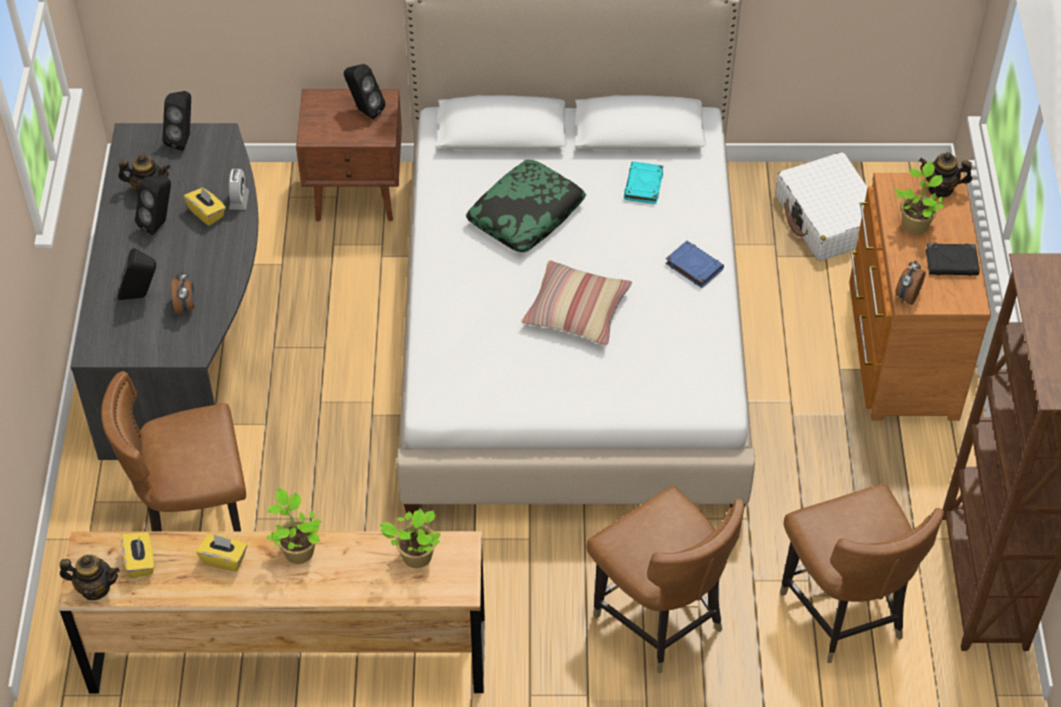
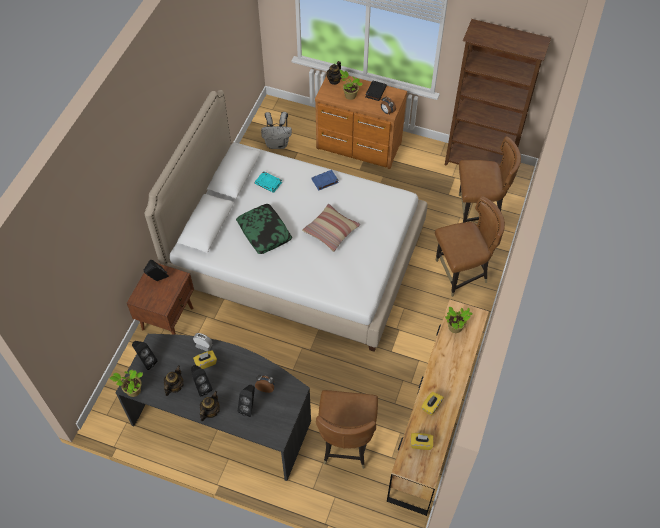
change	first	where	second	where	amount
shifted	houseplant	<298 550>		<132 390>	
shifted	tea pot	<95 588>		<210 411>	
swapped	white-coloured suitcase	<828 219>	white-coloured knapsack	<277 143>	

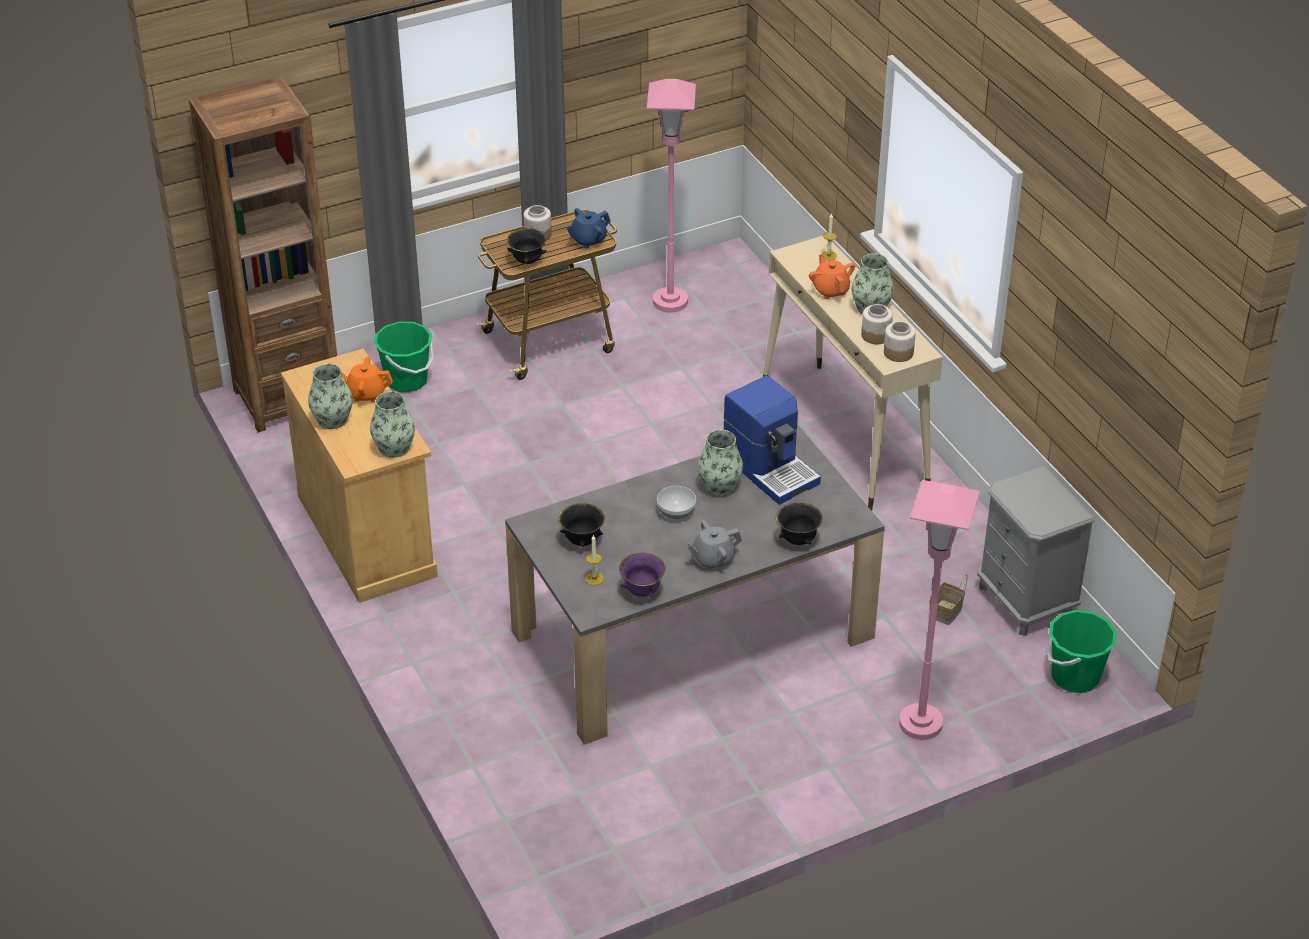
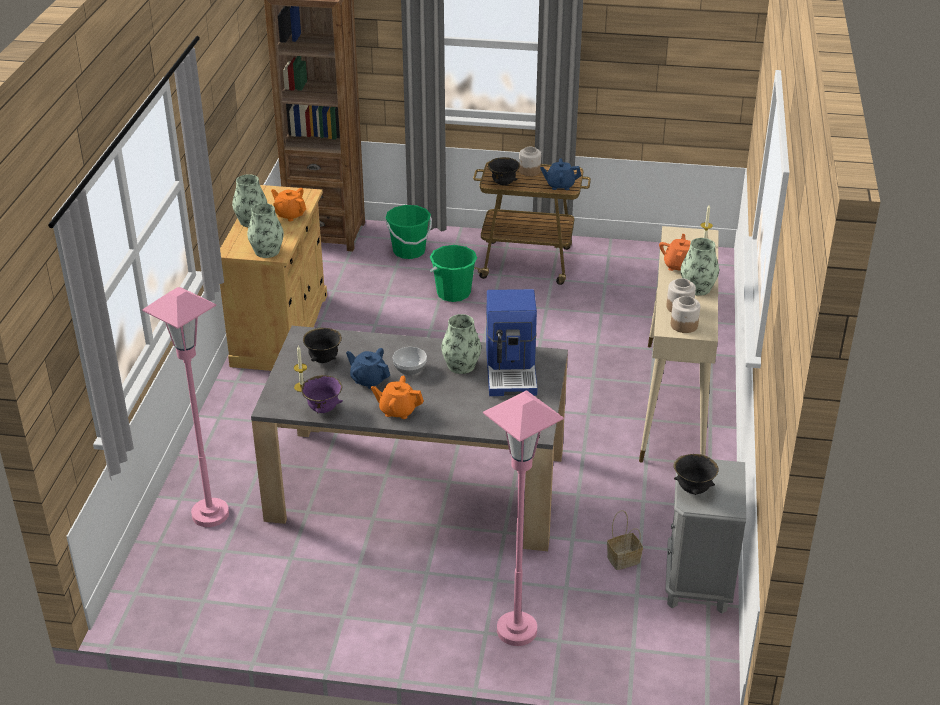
change	first	where	second	where	amount
shifted	pinkish standing lamp	<670 301>		<210 514>	
new			bluish tea pot	<369 380>	
repainted	greyish tea pot	<713 559>	orangey tea pot	<397 410>	
shifted	greenish water bucket	<1075 676>		<453 293>	
shifted	black serving bowl	<798 540>		<693 489>	

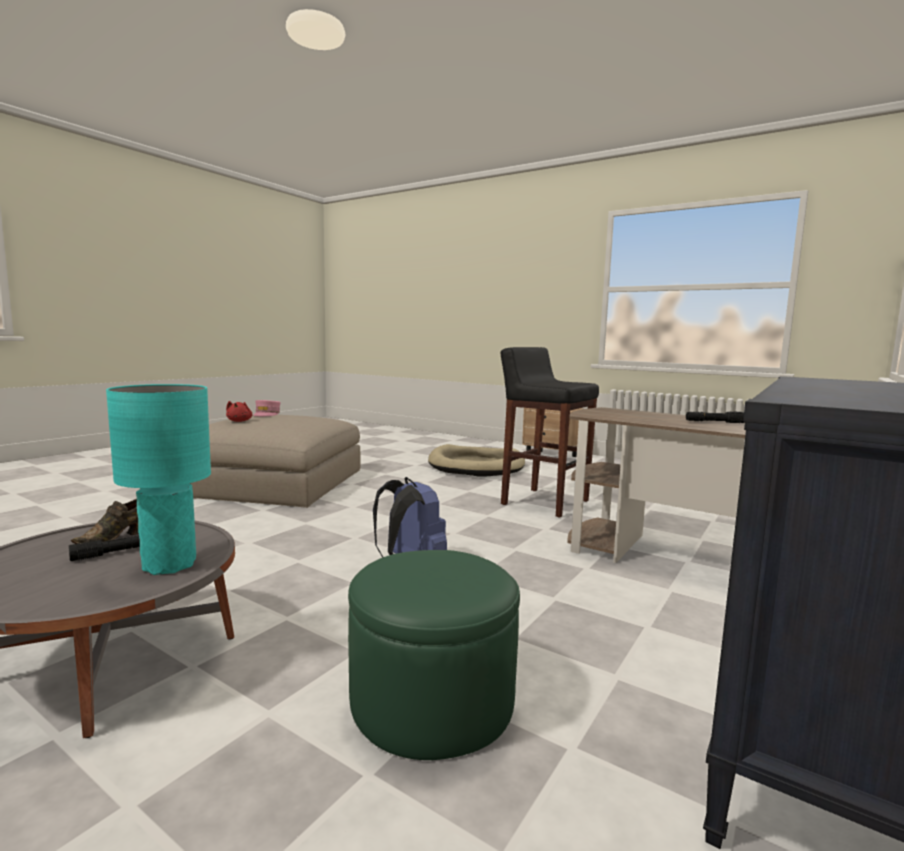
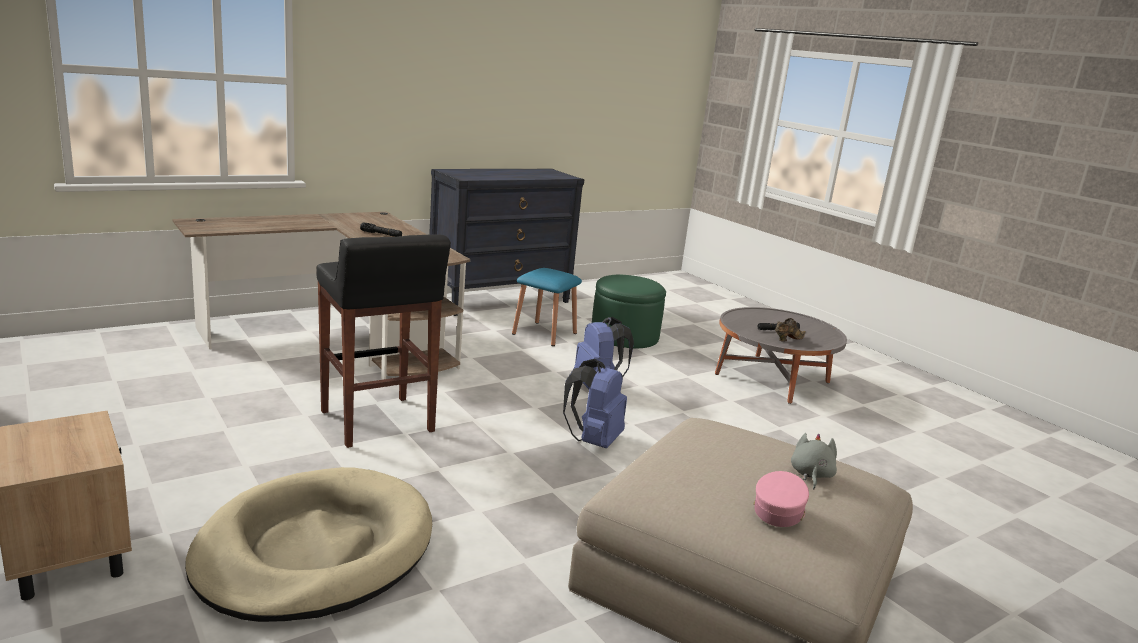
change	first	where	second	where	amount
new			bluish stool	<544 333>	
new			bluish knapsack	<593 441>	
repainted	red soft toy	<239 421>	greyish soft toy	<811 475>	
gone	turquoise lamp for a table	<169 565>			

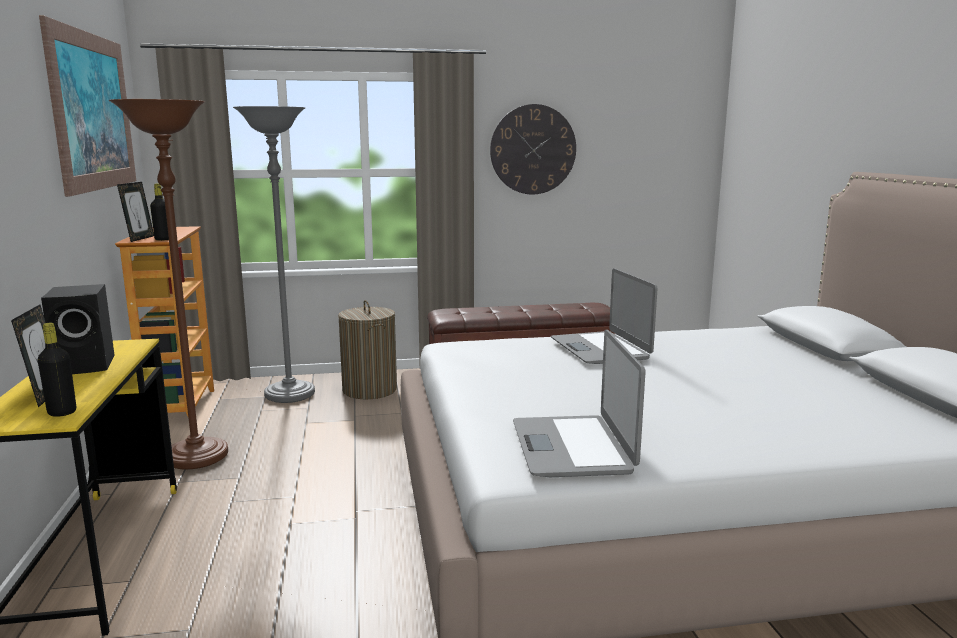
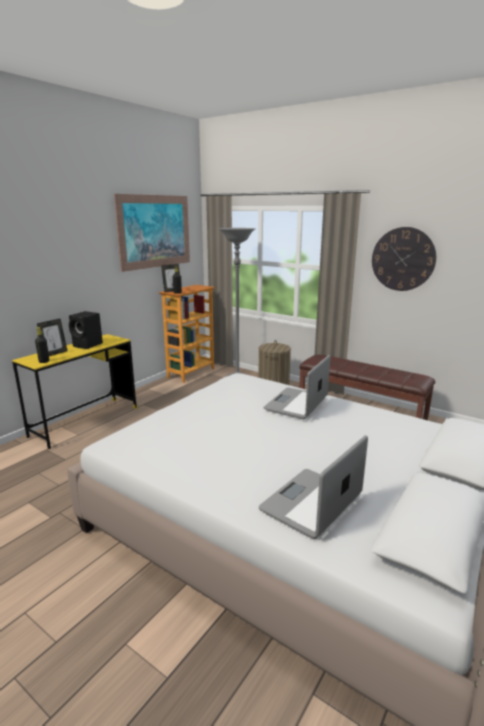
change	first	where	second	where	amount
shifted	portable computer	<572 447>		<312 503>	
gone	brown-coloured standing lamp	<196 457>			

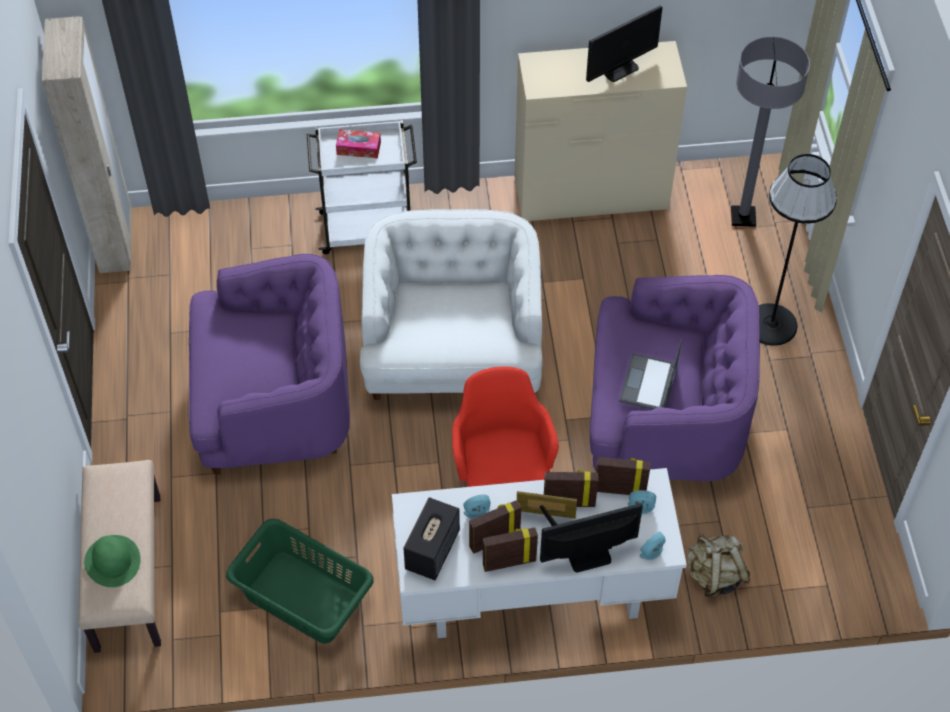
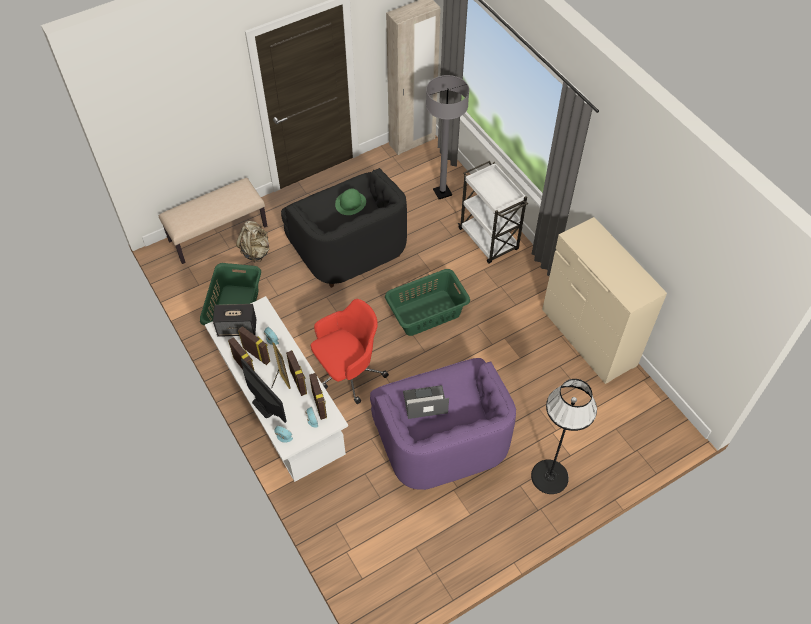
change	first	where	second	where	amount
shifted	sand-coloured knapsack	<714 576>		<256 251>	
repainted	purplish lounge chair	<273 402>	black lounge chair	<348 247>	
shifted	greenish hat	<113 561>		<350 203>	
swapped	white-coloured lounge chair	<452 351>	greenish hamper	<427 313>	
shifted	greyish standing lamp	<743 217>		<442 192>	
gone	tissue box	<358 148>			
gone	computer display	<619 69>			

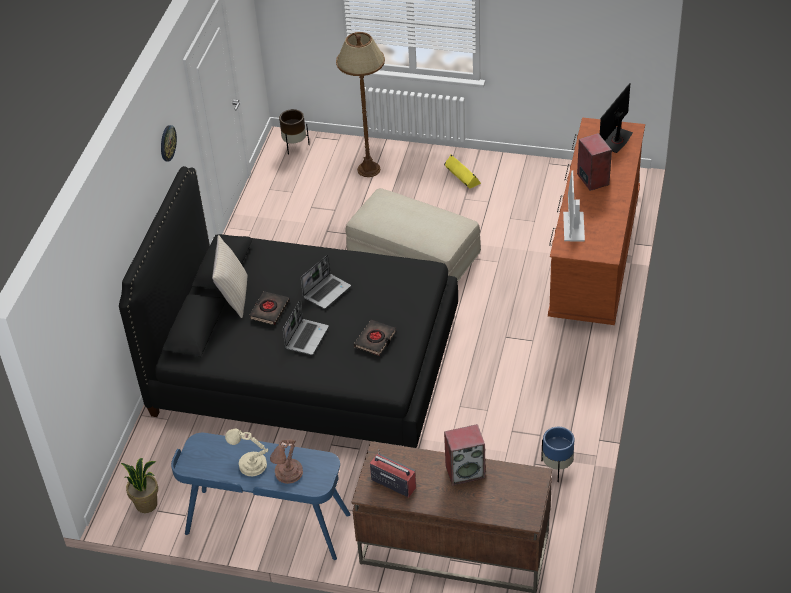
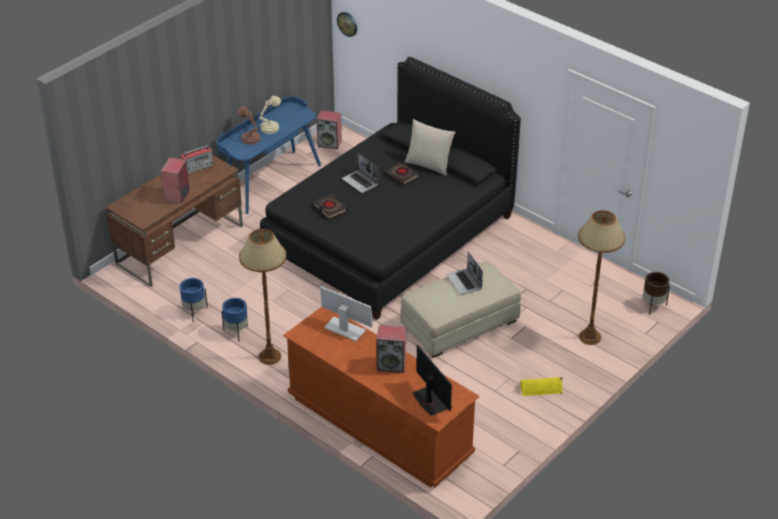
change	first	where	second	where	amount
new			bluish plant pot	<236 332>	
new			brown-coloured standing lamp	<269 356>	
swapped	houseplant	<147 504>	audio speaker	<330 143>	
shifted	clock on the wall	<167 143>		<347 24>	
shifted	portable computer	<327 291>		<464 282>	

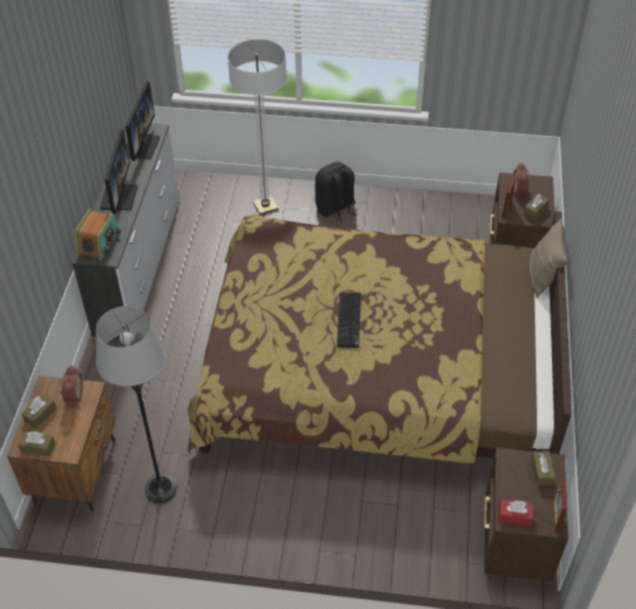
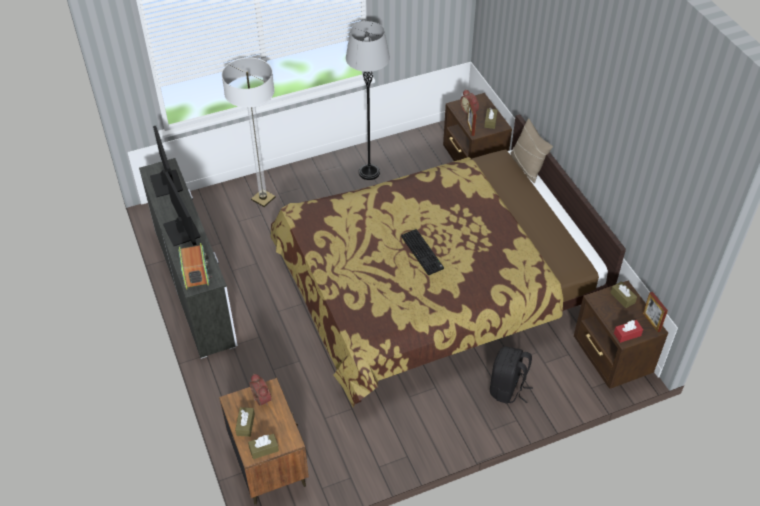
change	first	where	second	where	amount
shifted	greyish standing lamp	<160 489>		<369 172>	
shifted	black knapsack	<335 208>		<508 389>	

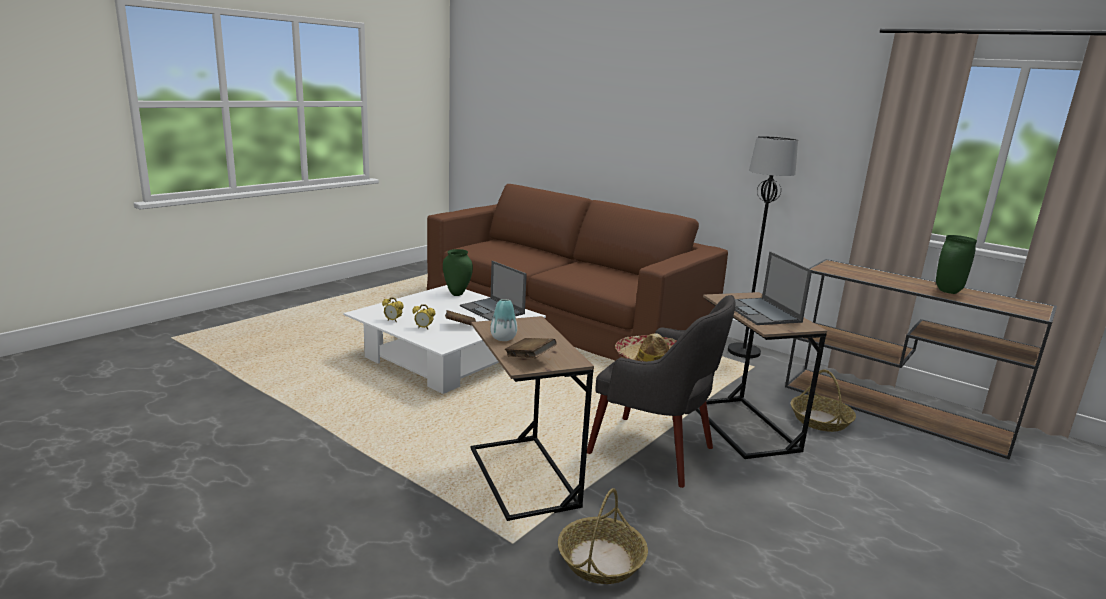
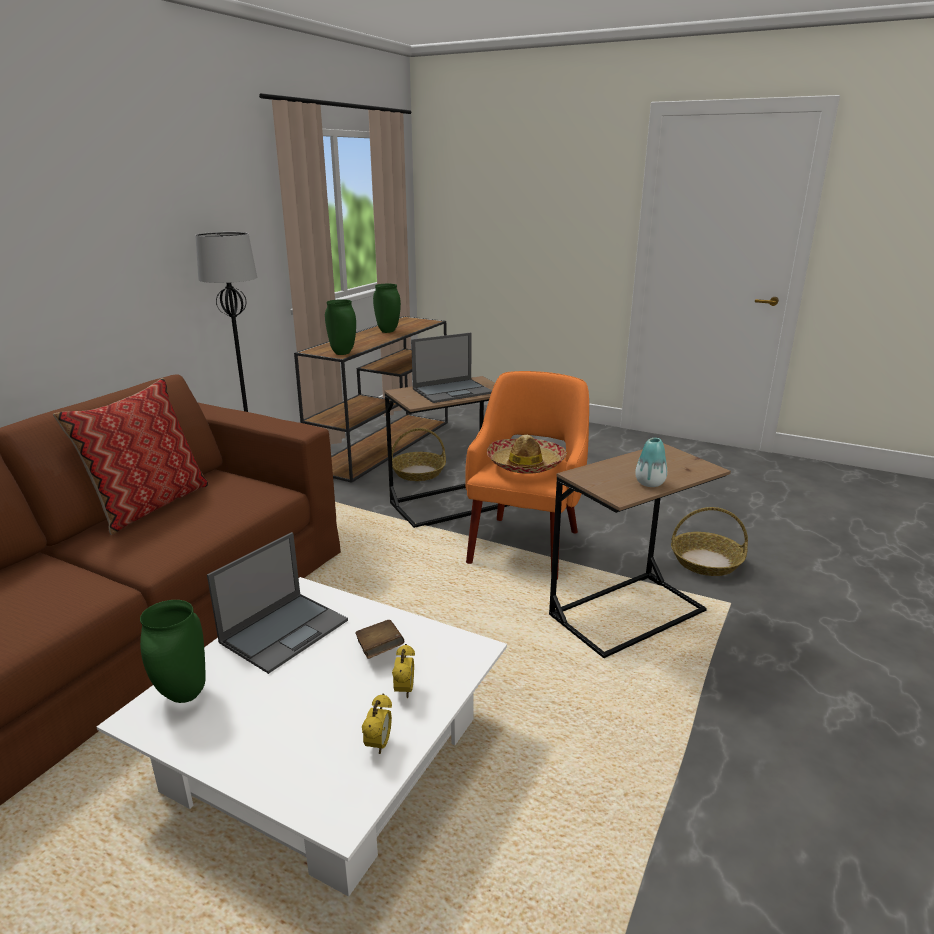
change	first	where	second	where	amount
new			cushion	<149 505>	
new			greenish vase	<343 353>	
repainted	greyish lounge chair	<653 451>	orangey lounge chair	<525 545>	
gone	brown-coloured bound book	<529 358>			

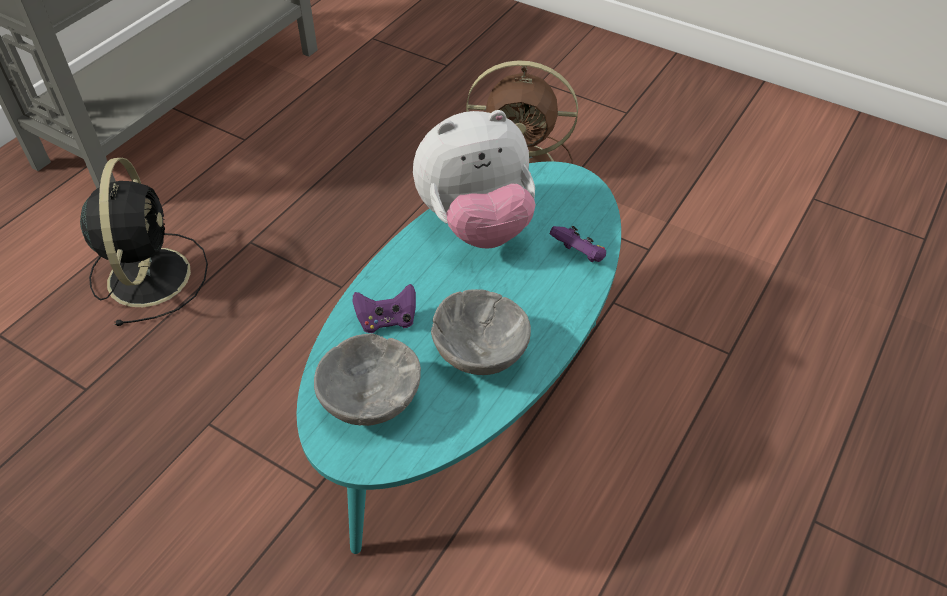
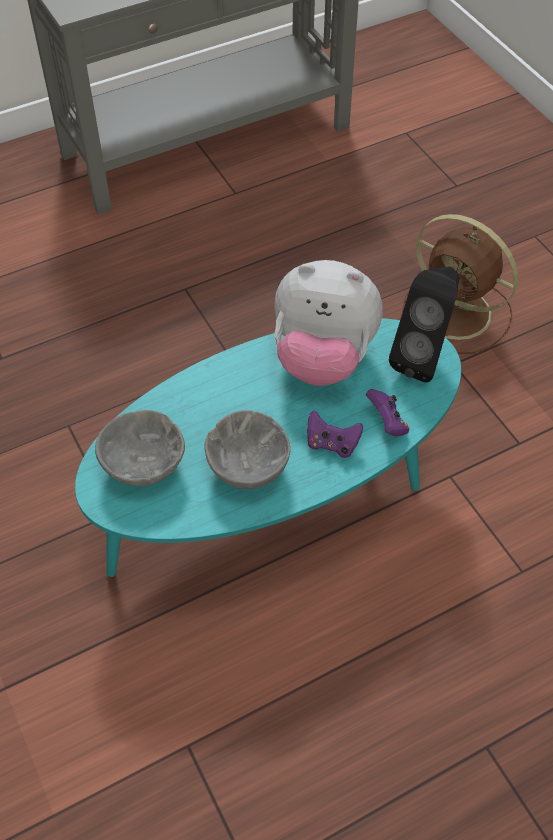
change	first	where	second	where	amount
shifted	purplish game controller	<387 320>		<332 444>	
new			black audio speaker	<422 357>	
gone	black cooling fan	<149 274>			

